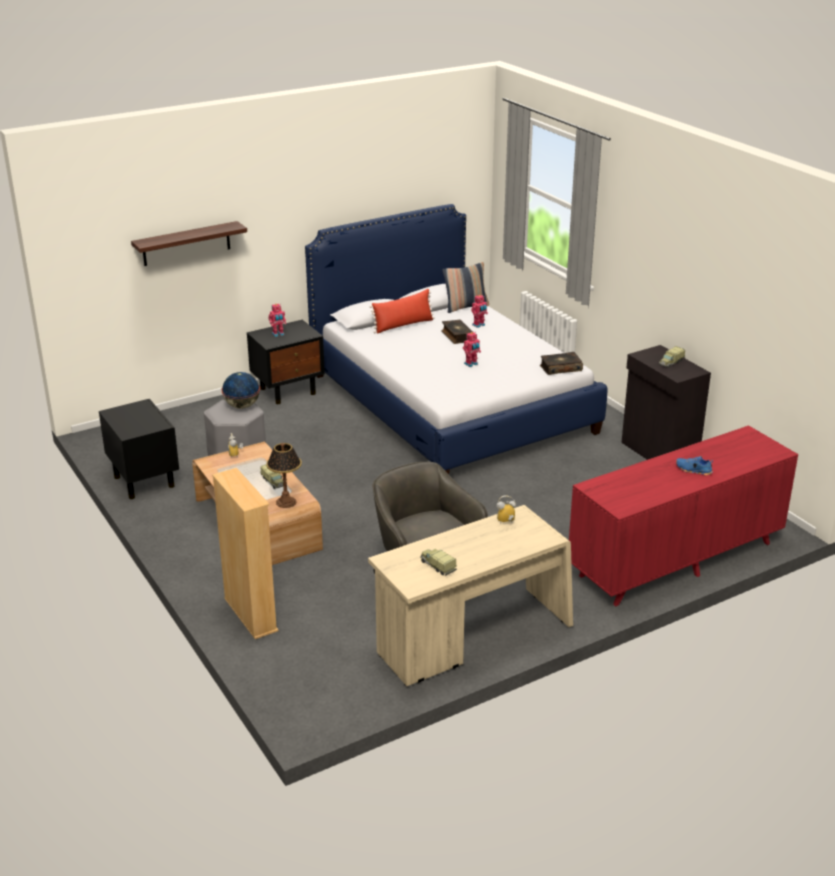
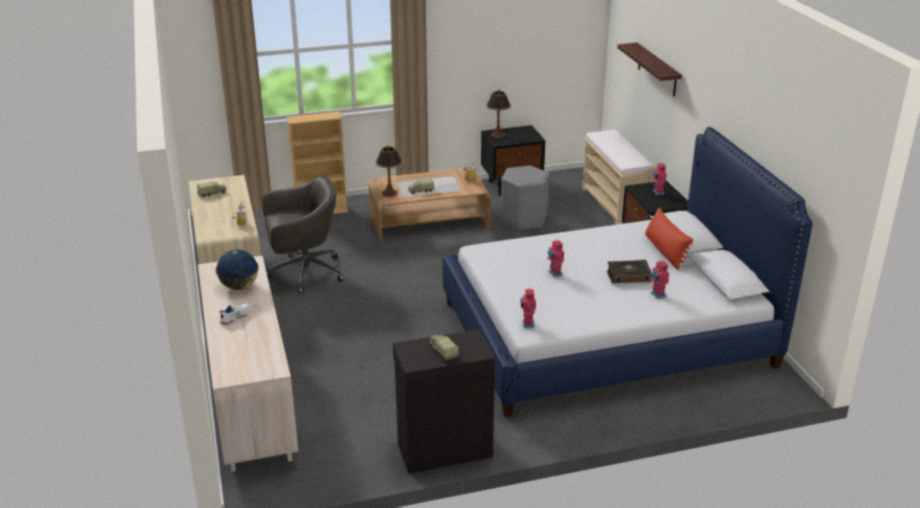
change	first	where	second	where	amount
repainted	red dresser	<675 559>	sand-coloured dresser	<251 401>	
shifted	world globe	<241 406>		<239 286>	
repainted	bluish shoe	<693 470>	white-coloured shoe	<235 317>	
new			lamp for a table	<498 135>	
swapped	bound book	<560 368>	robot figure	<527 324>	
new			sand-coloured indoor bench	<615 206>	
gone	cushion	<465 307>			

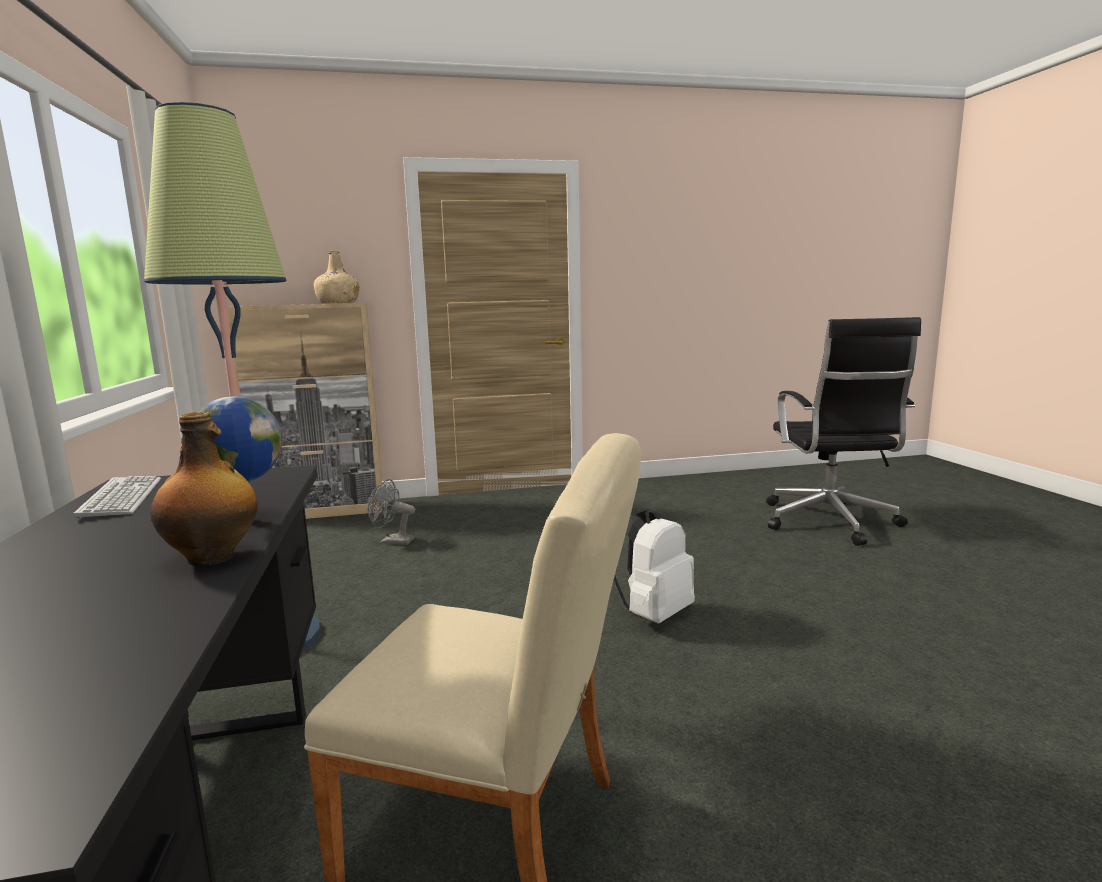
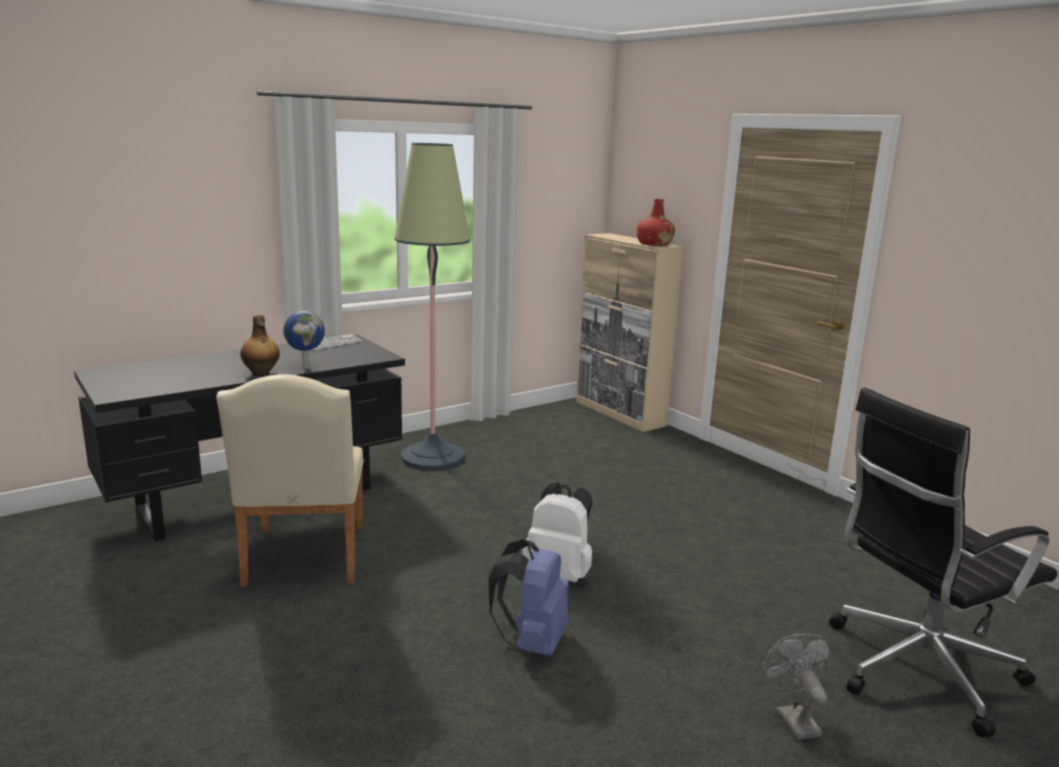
change	first	where	second	where	amount
new			bluish knapsack	<532 642>	
repainted	sand-coloured drink bottle	<338 303>	red drink bottle	<654 244>	
shifted	greyish cooling fan	<392 541>		<793 718>	

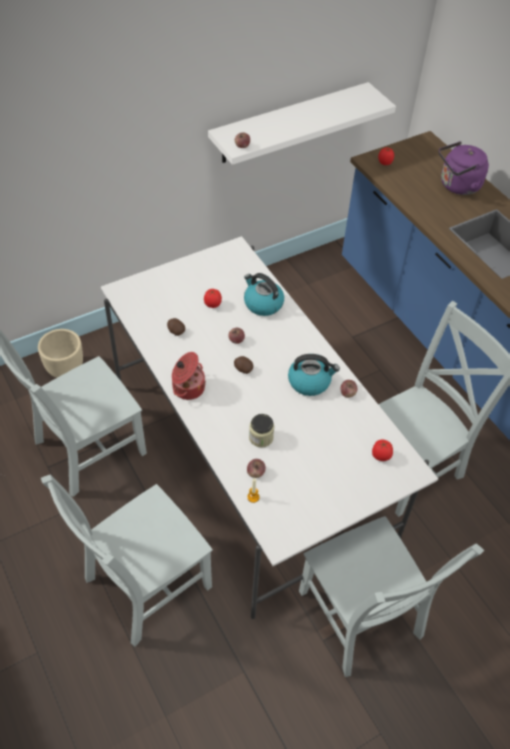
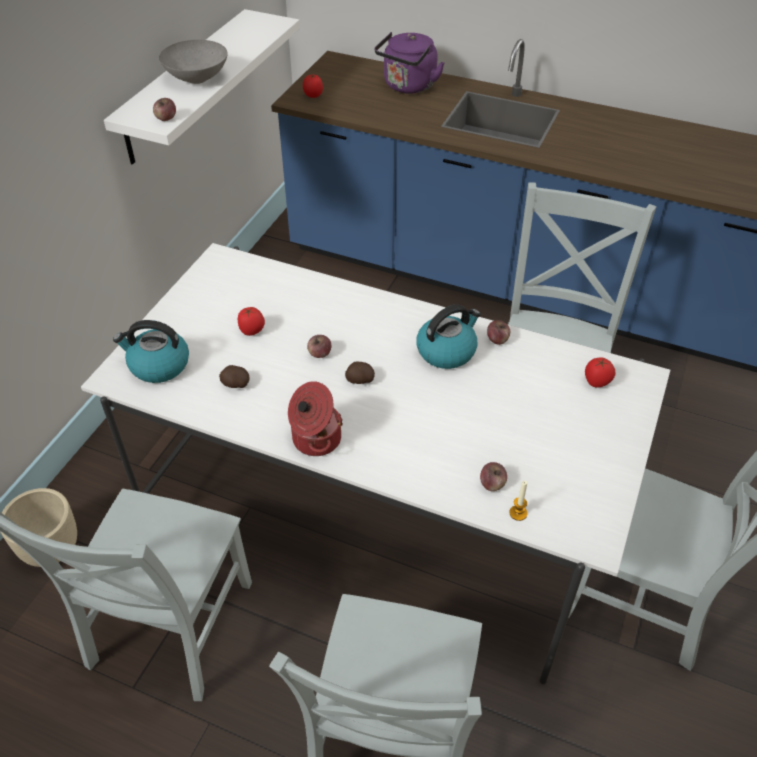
change	first	where	second	where	amount
shifted	water kettle	<262 304>		<158 365>	
new			greyish serving bowl	<198 79>	
gone	storage jar	<261 437>			

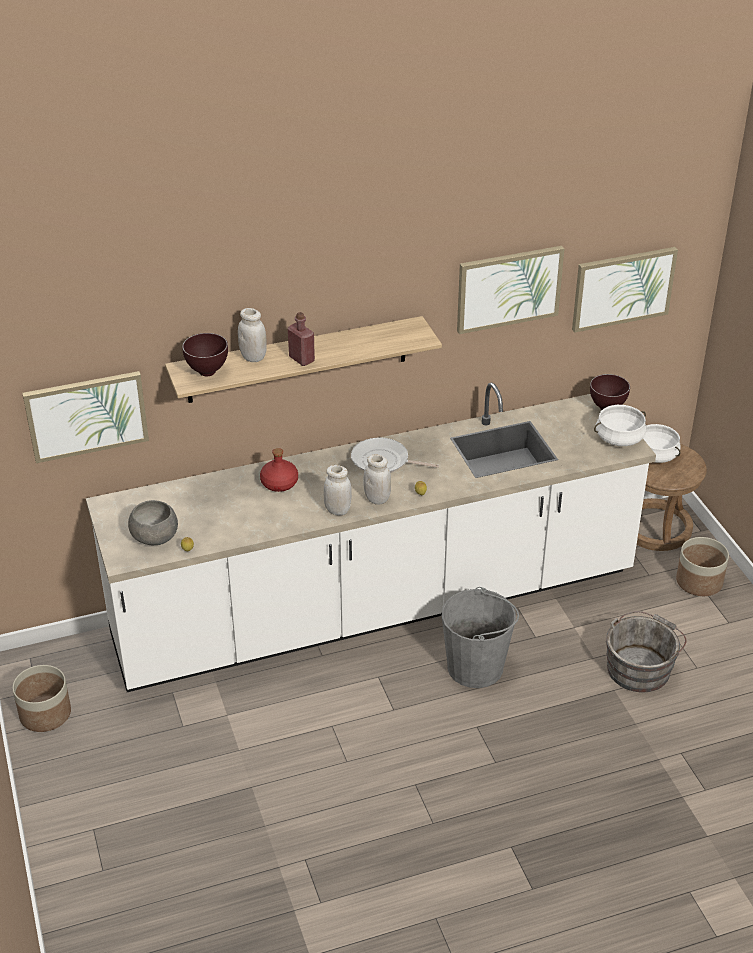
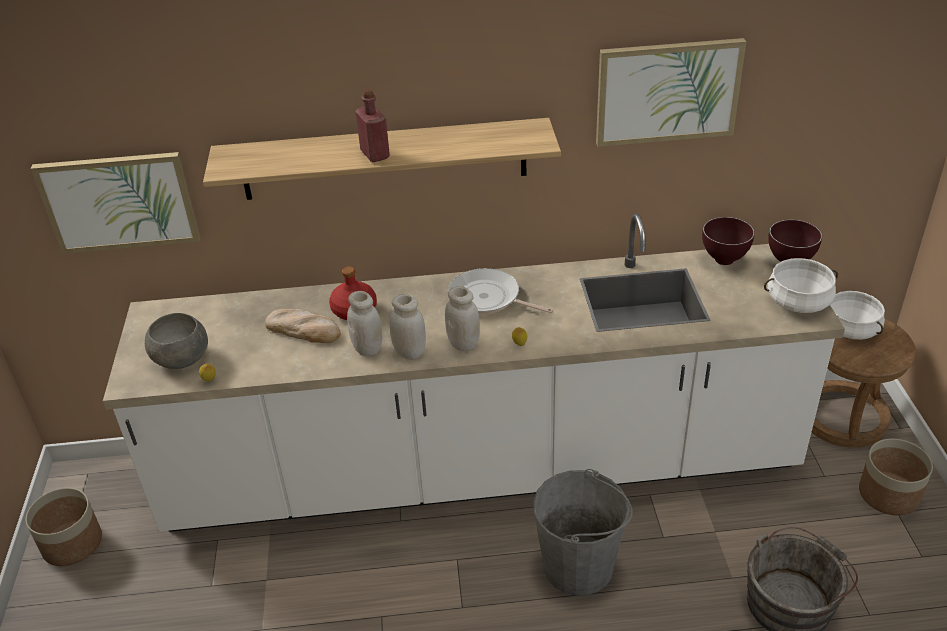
change	first	where	second	where	amount
new			bread	<303 329>	
shifted	white-coloured storage jar	<253 357>		<367 348>	
shifted	brown-coloured serving bowl	<207 373>		<724 261>	
gone	wall art	<623 288>			

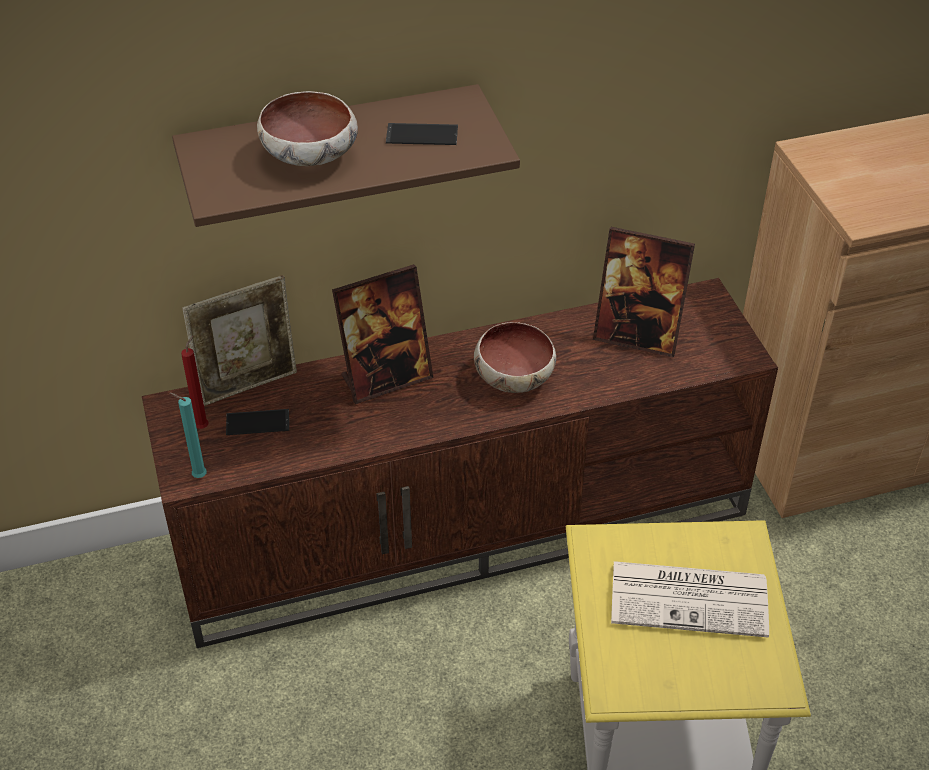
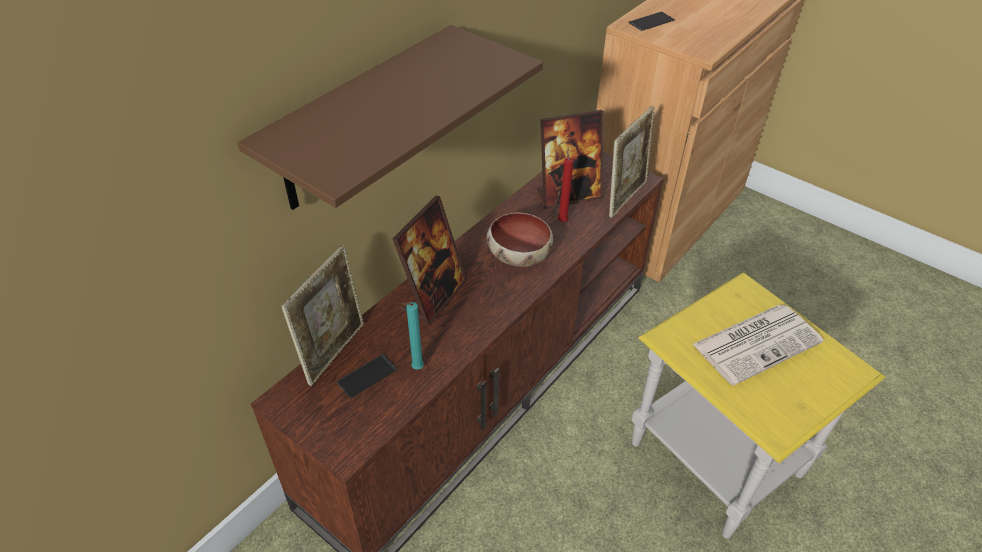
change	first	where	second	where	amount
shifted	turquoise wax light	<197 476>		<416 368>	
shifted	red wax light	<203 426>		<562 220>	
new			photo frame	<625 197>	
shifted	handset	<422 135>		<651 21>	
gone	serving bowl	<311 155>			

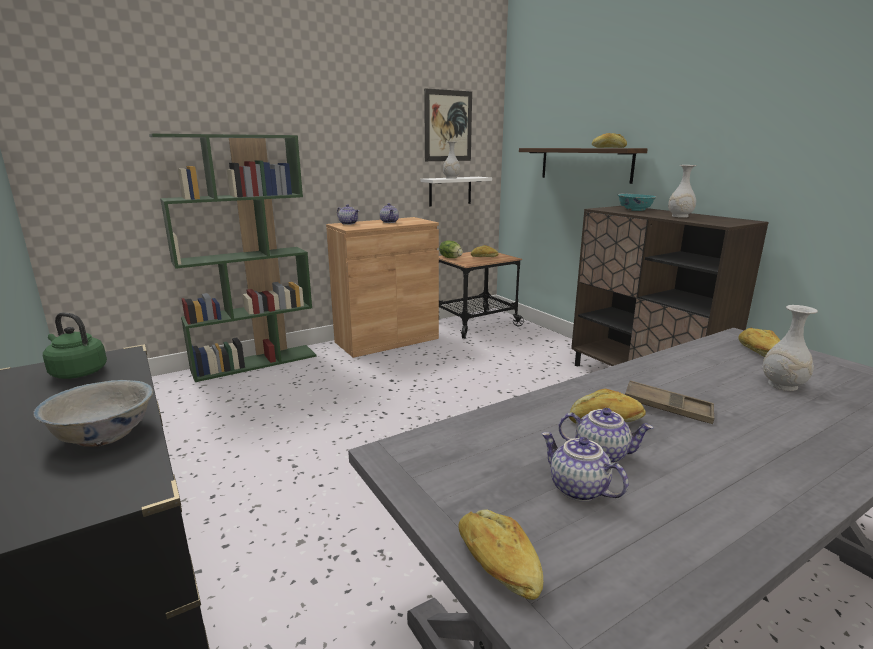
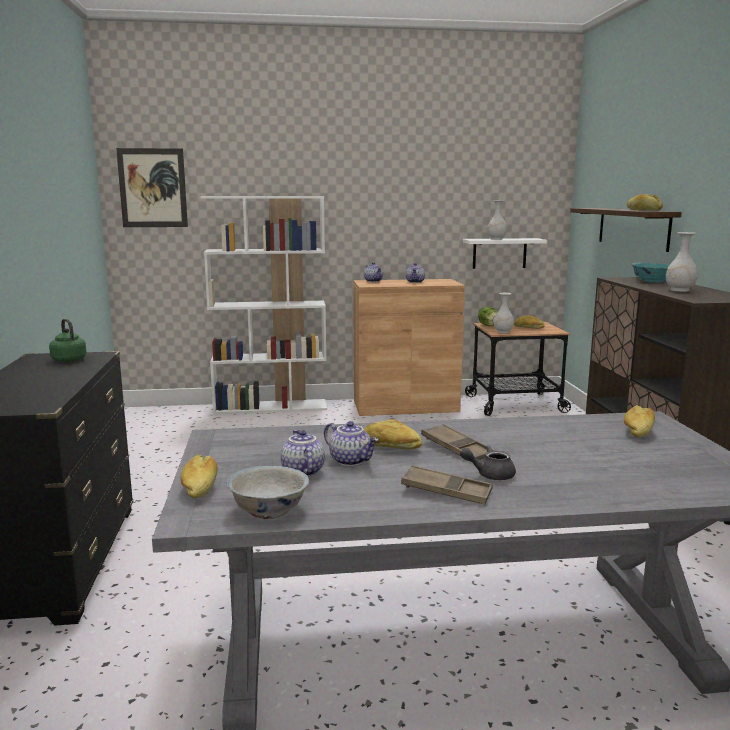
change	first	where	second	where	amount
shifted	wall art	<448 126>		<152 188>	
repainted	greenish shelving unit	<255 362>	white-coloured shelving unit	<271 407>	
shifted	white-coloured serving bowl	<103 434>		<268 509>	
new			brown-coloured serving tray	<446 491>	
new			greyish tea pot	<490 475>	
shifted	white-coloured vase	<782 385>		<503 332>	

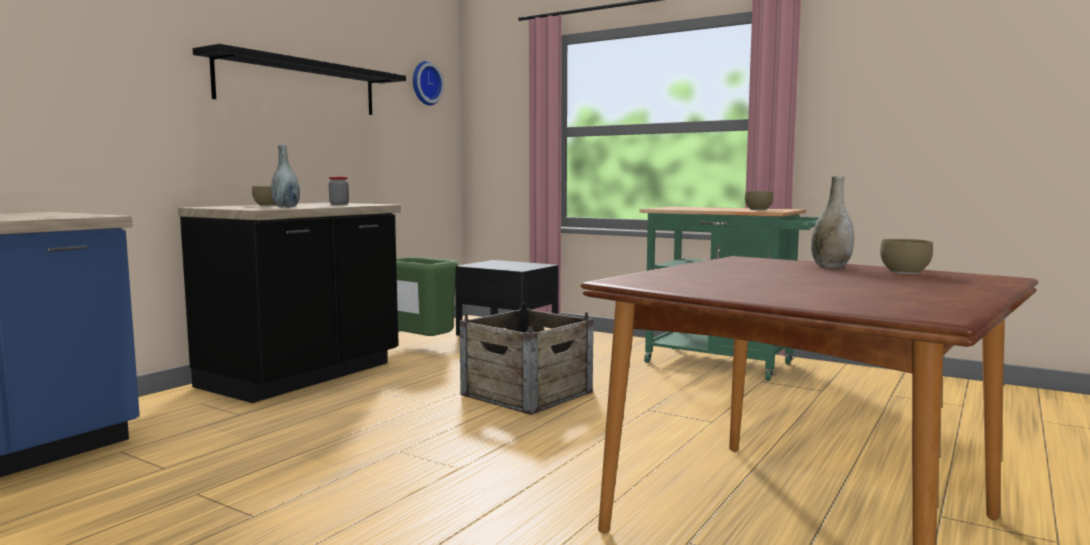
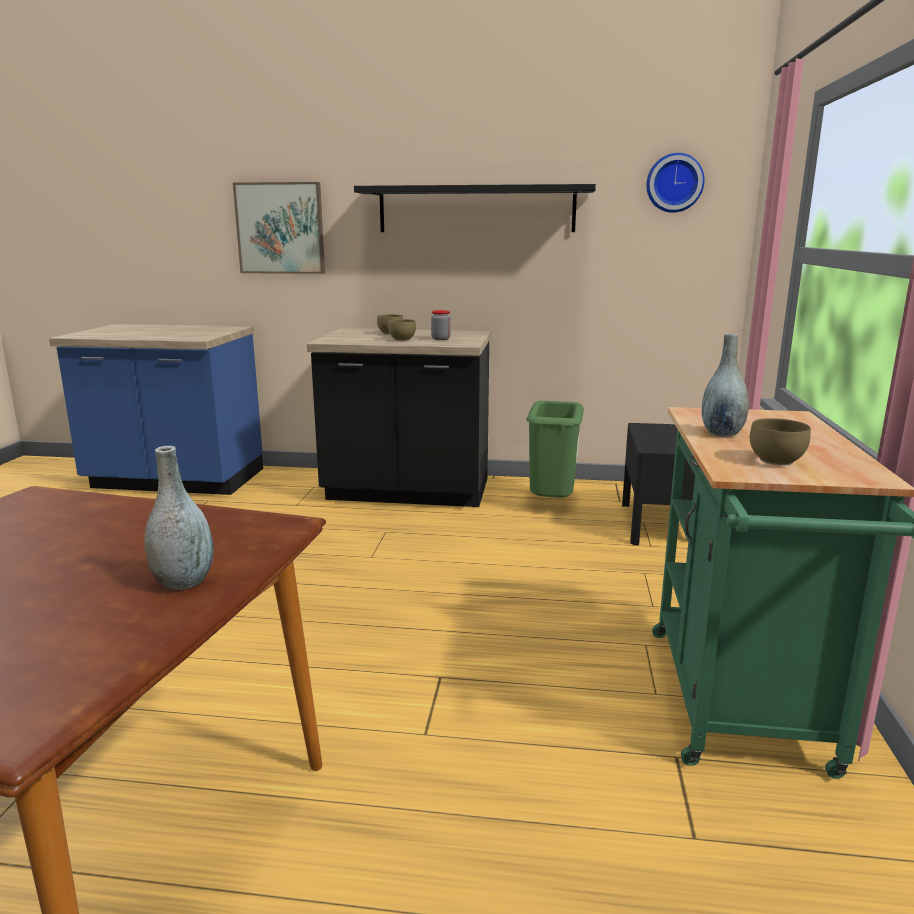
change	first	where	second	where	amount
new			wall art	<280 228>	
shifted	brown-coloured serving bowl	<904 272>		<403 339>	
shifted	greyish vase	<286 207>		<722 433>	
gone	packing crate	<527 393>			

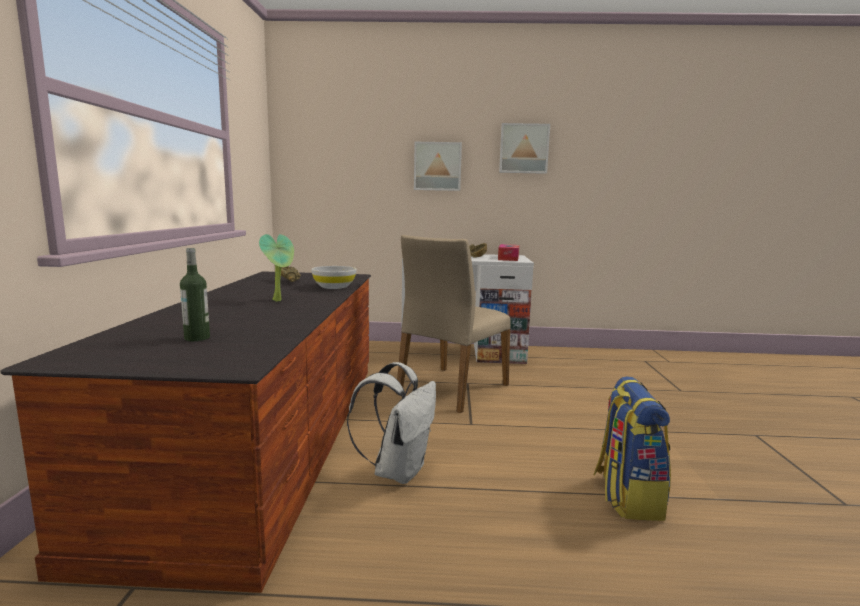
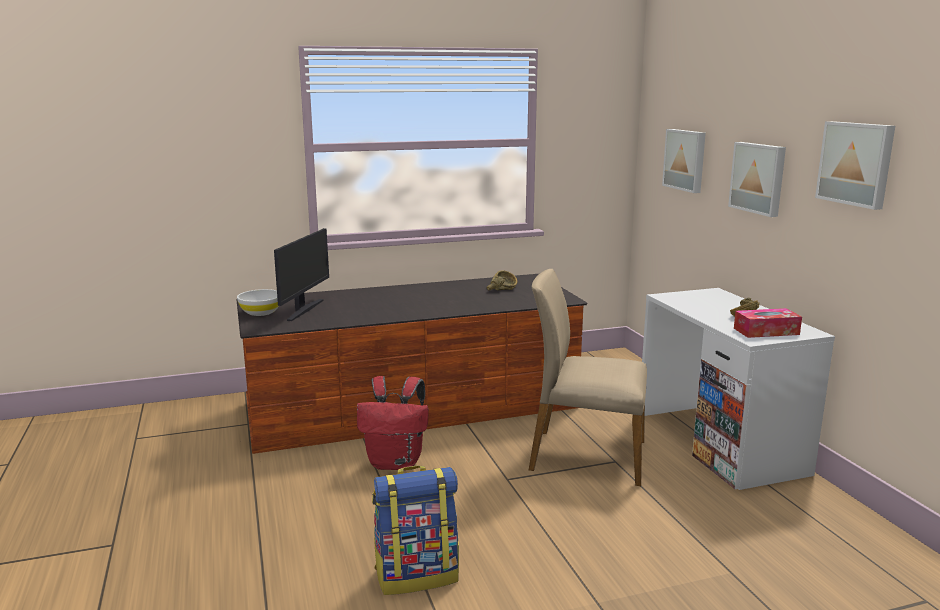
change	first	where	second	where	amount
shifted	white-coloured serving bowl	<334 287>		<261 312>	
swapped	drink bottle	<197 338>	computer display	<303 310>	
repainted	white-coloured knapsack	<398 470>	red knapsack	<396 463>	
new			wall art	<686 160>	
gone	houseplant	<279 300>			

